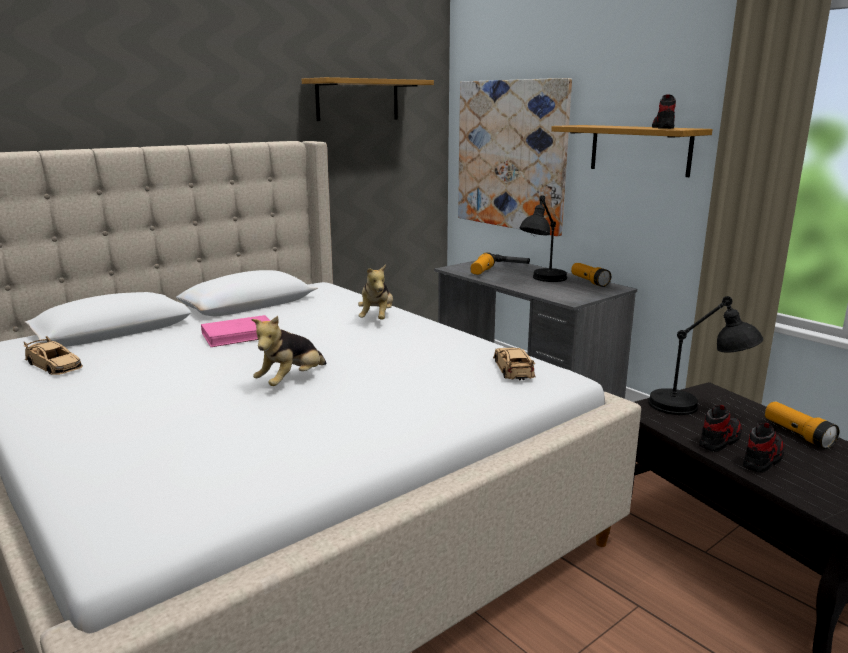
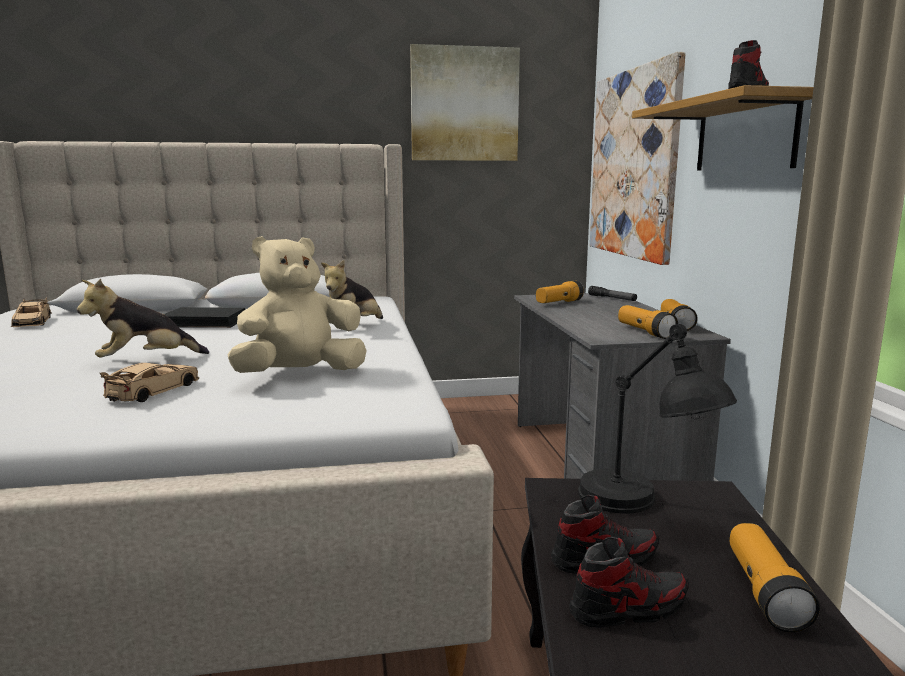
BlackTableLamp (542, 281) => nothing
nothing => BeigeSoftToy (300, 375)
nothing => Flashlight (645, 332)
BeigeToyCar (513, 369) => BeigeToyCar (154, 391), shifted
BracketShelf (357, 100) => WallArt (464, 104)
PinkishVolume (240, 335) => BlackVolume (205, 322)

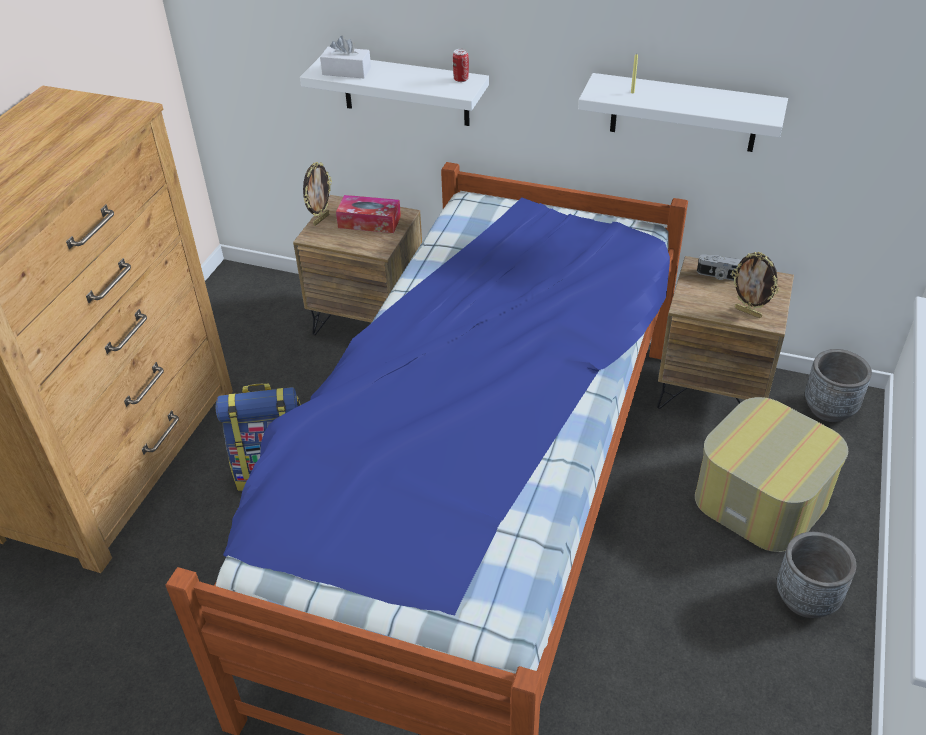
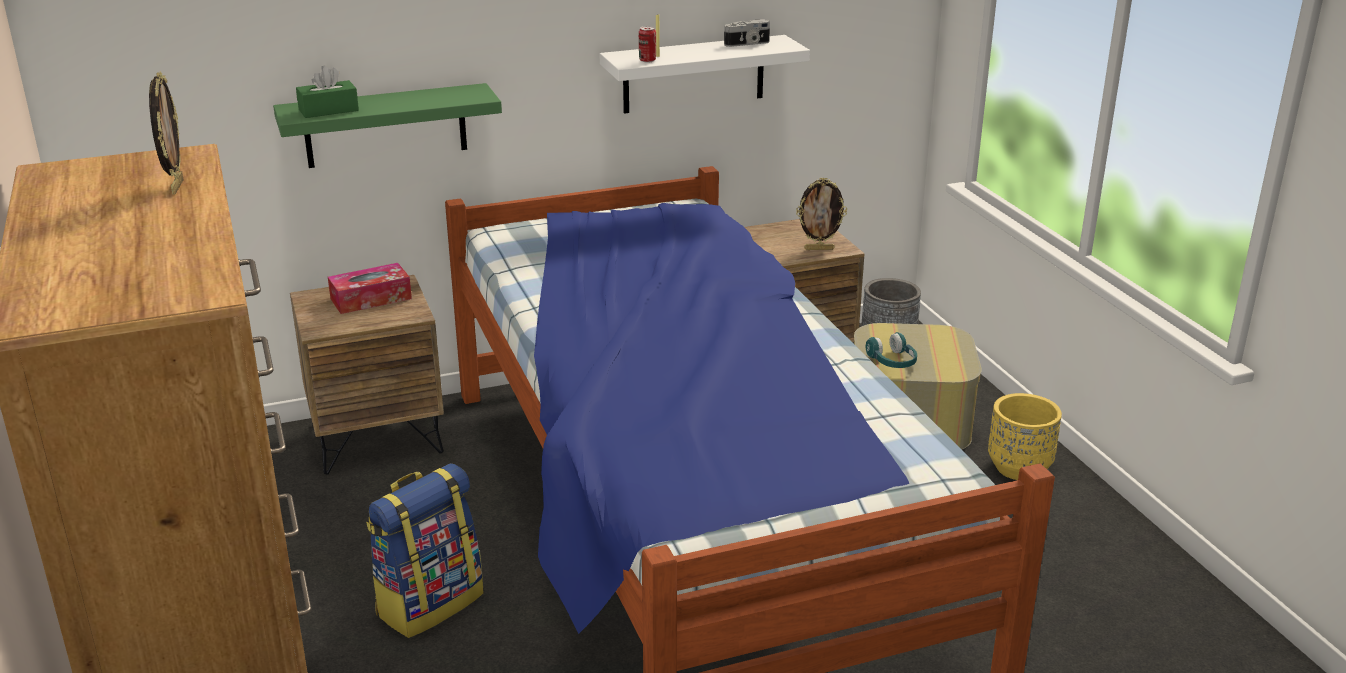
nothing => TurquoiseColouredHeadset (892, 362)
PhotoFrame (321, 219) => PhotoFrame (176, 187), shifted
MetalCan (461, 79) => MetalCan (647, 60), shifted
PhotoCamera (717, 276) => PhotoCamera (747, 44), shifted
WhitishBracketShelf (405, 90) => GreenBracketShelf (385, 126)
WhitishTissueHolder (346, 71) => GreenTissueHolder (328, 110)
GreyFlowerPot (805, 599) => YellowishFlowerPot (1018, 468)

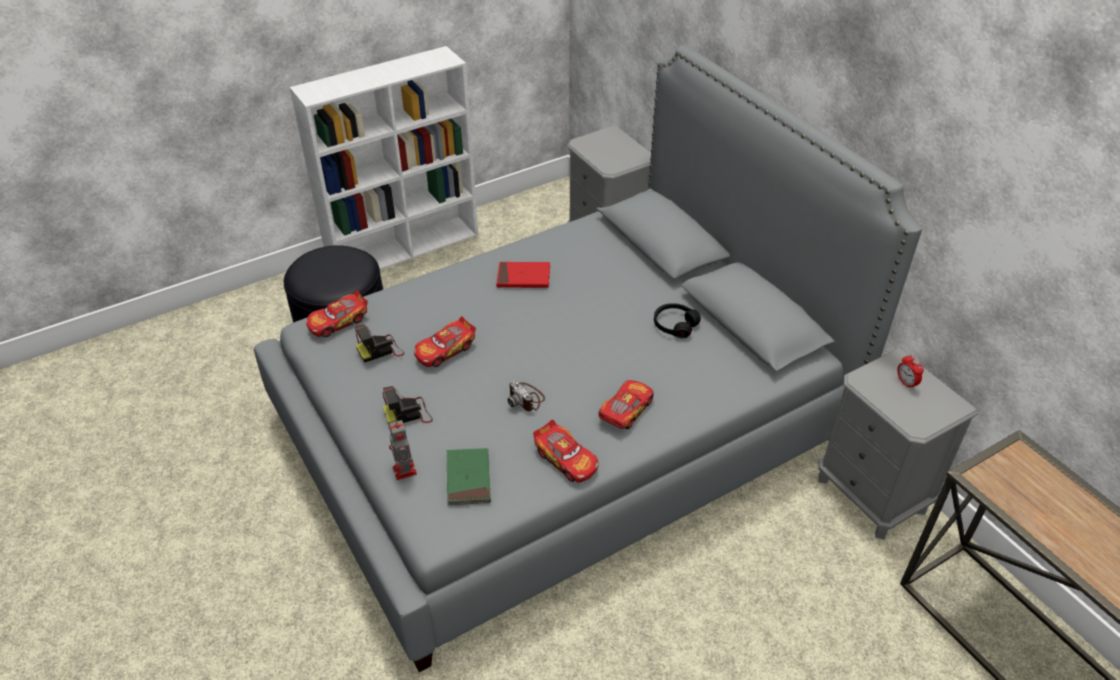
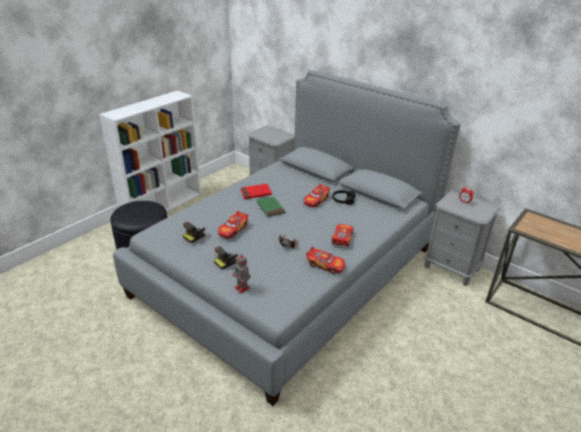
ToyCar (338, 321) => ToyCar (316, 200), shifted
GreenVolume (468, 479) => GreenVolume (270, 208), shifted

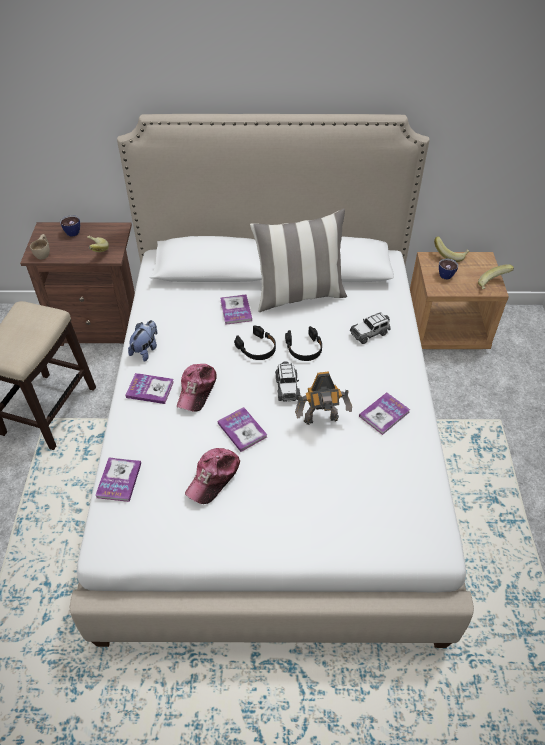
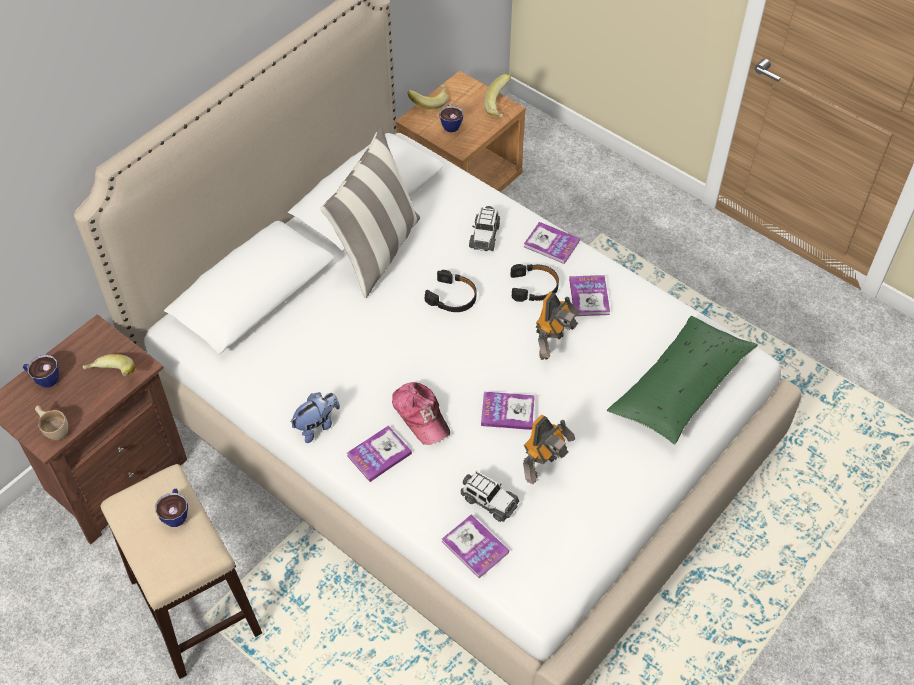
nothing => DrinkingCup (176, 513)
nothing => GreenPillow (680, 388)
Volume (236, 310) => Volume (551, 244), shifted
BlackHeadset (257, 348) => BlackHeadset (534, 287), shifted
ToyCar (287, 387) => ToyCar (489, 501), shifted
BaseballCap (214, 478) => ToyRobot (543, 468)
SoftToy (146, 350) => SoftToy (317, 425), 75 degrees clockwise

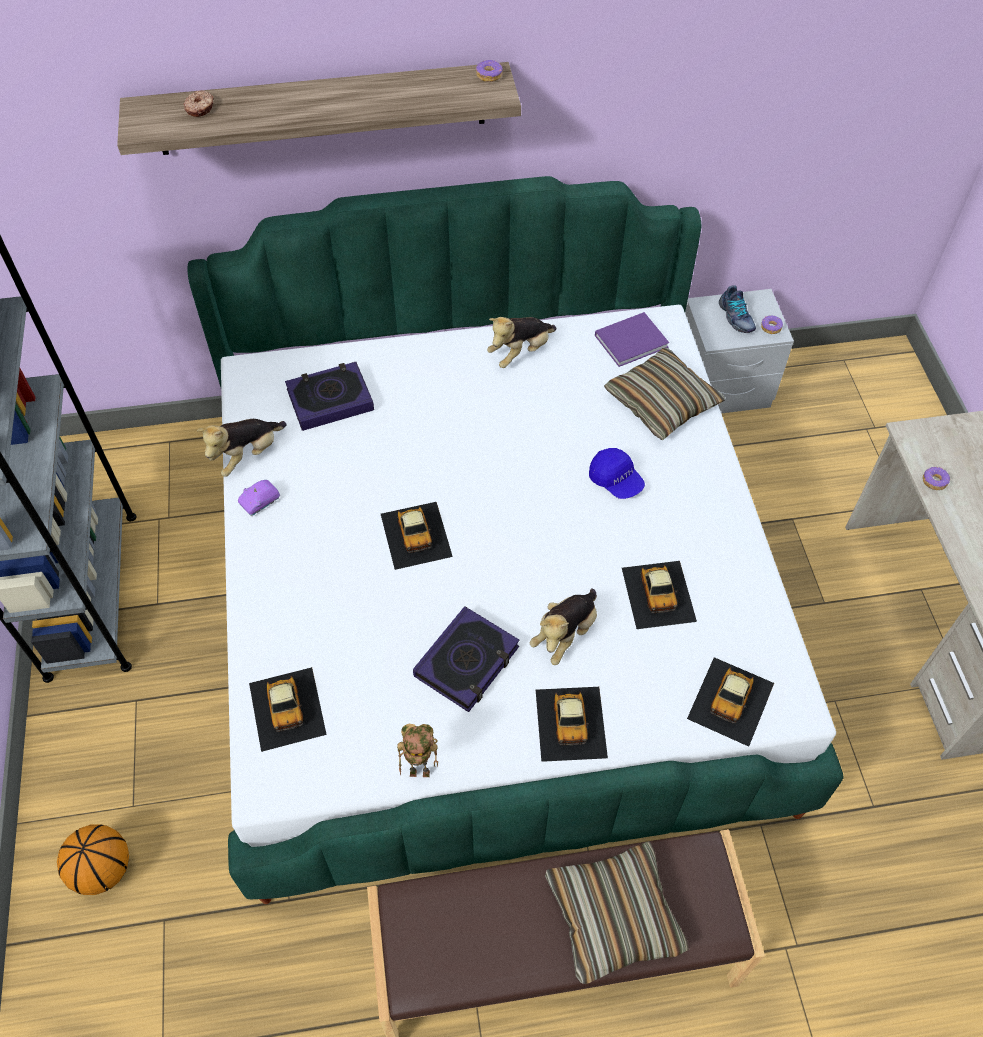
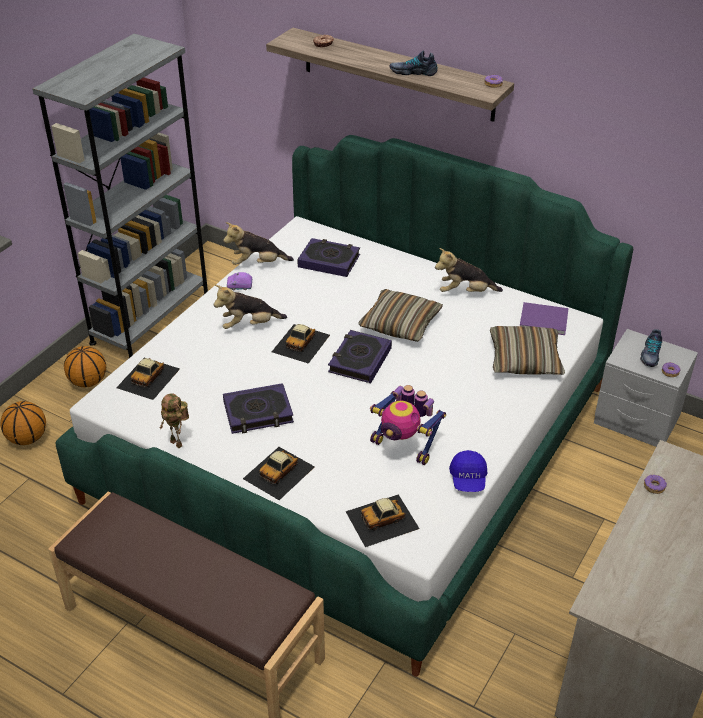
nothing => Basketball (88, 381)
nothing => Volume (359, 360)
nothing => LowShoe (413, 72)
SoftToy (565, 634) => SoftToy (249, 325), shifted
Pillow (614, 916) => Pillow (400, 323), shifted
BluishBaseballCap (616, 480) => BluishBaseballCap (468, 479), shifted
ToyCar (658, 593) => ToyRobot (404, 446)

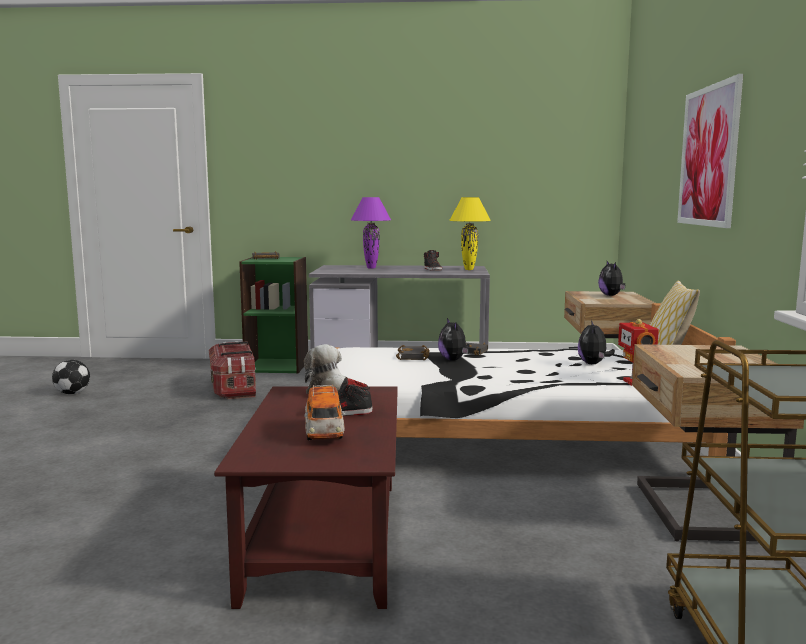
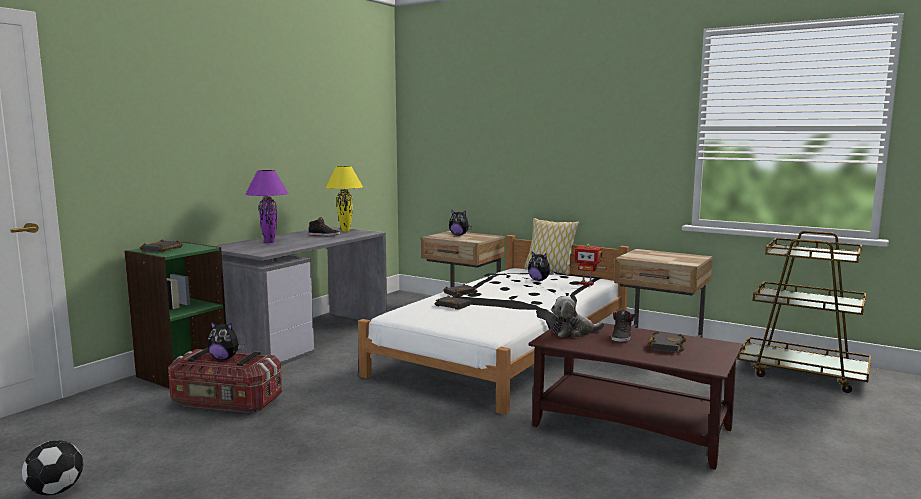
WallArt (708, 156) => nothing
SoftToy (453, 360) => SoftToy (225, 358), shifted
ToyCar (324, 433) => BlackVolume (664, 345)

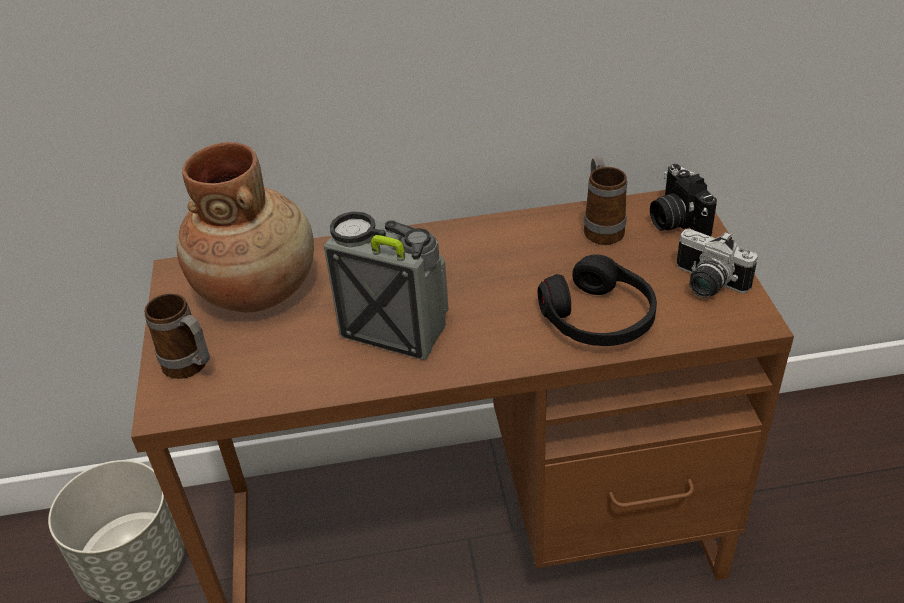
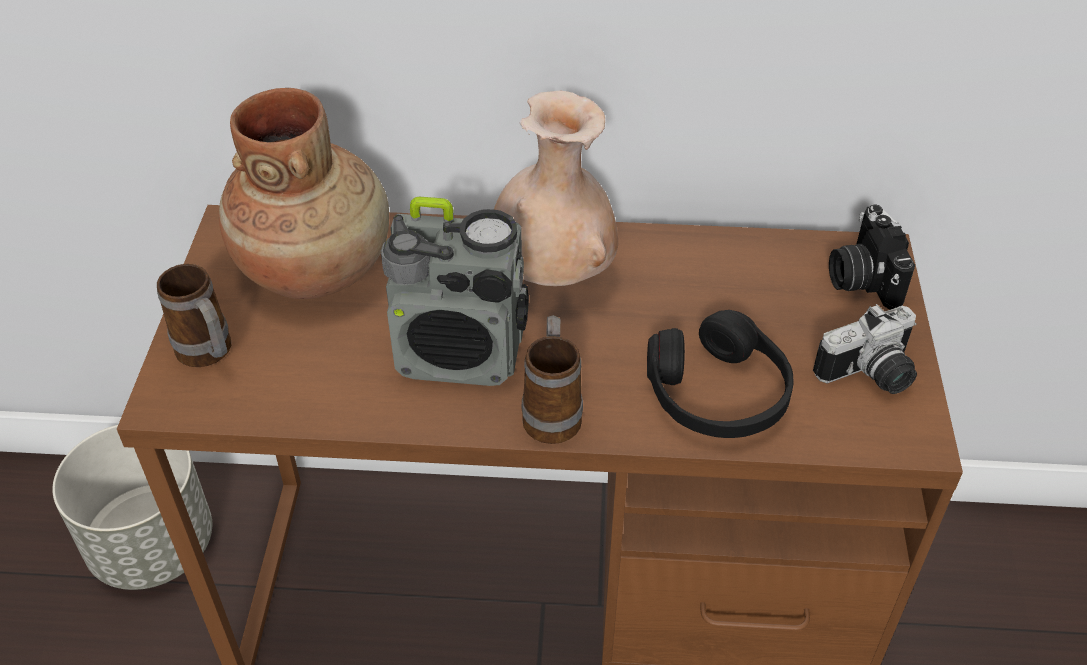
nothing => BeigeVase (554, 275)
CoffeeMug (601, 228) => CoffeeMug (552, 412), shifted
Radio (394, 329) => Radio (461, 355), 150 degrees clockwise
PhotoCamera (706, 284) => PhotoCamera (871, 376), 75 degrees counterclockwise

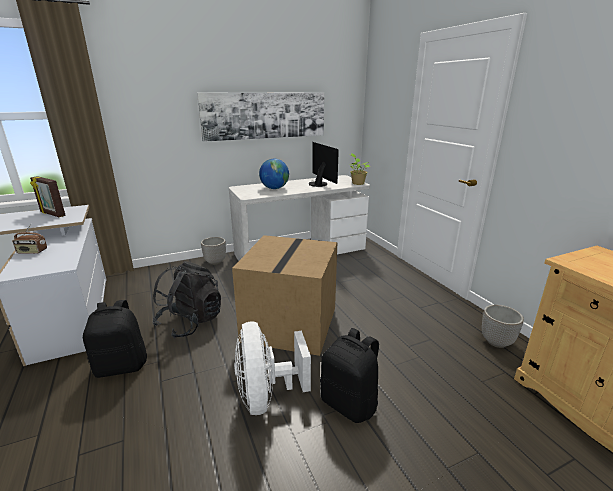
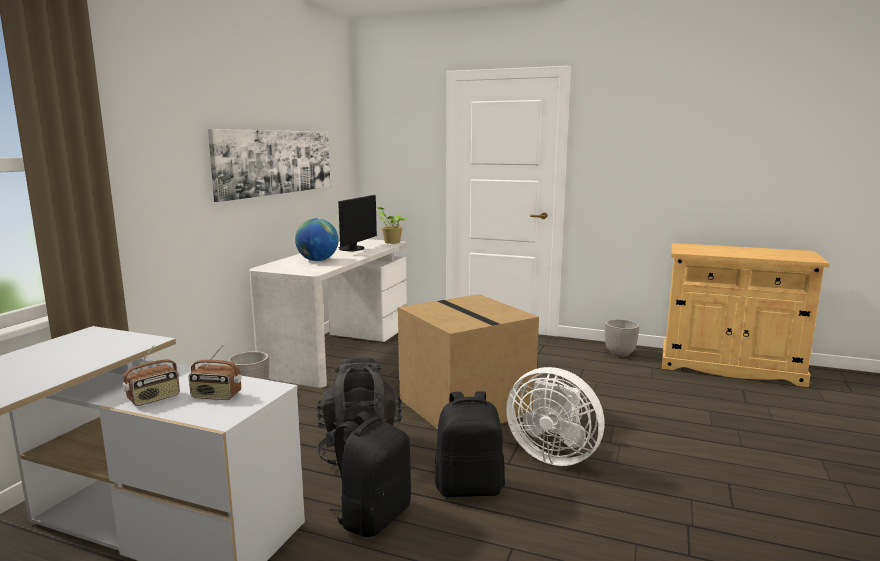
PhotoFrame (52, 214) => nothing
nothing => Radio (216, 396)
BlackBackpack (350, 403) => BlackBackpack (469, 487), shifted
Monitor (320, 184) => Monitor (354, 249), 90 degrees clockwise

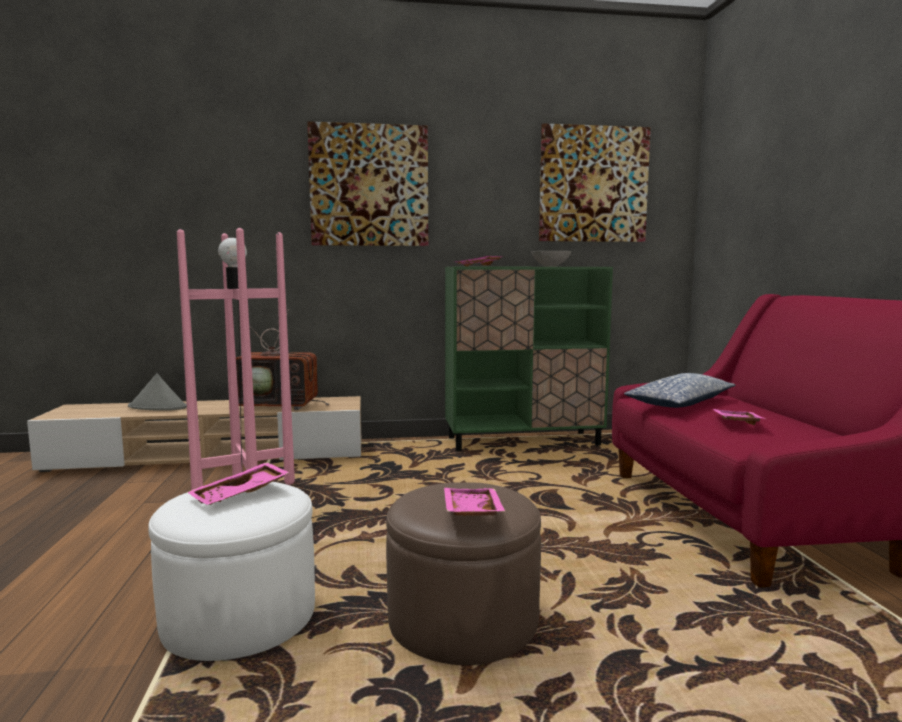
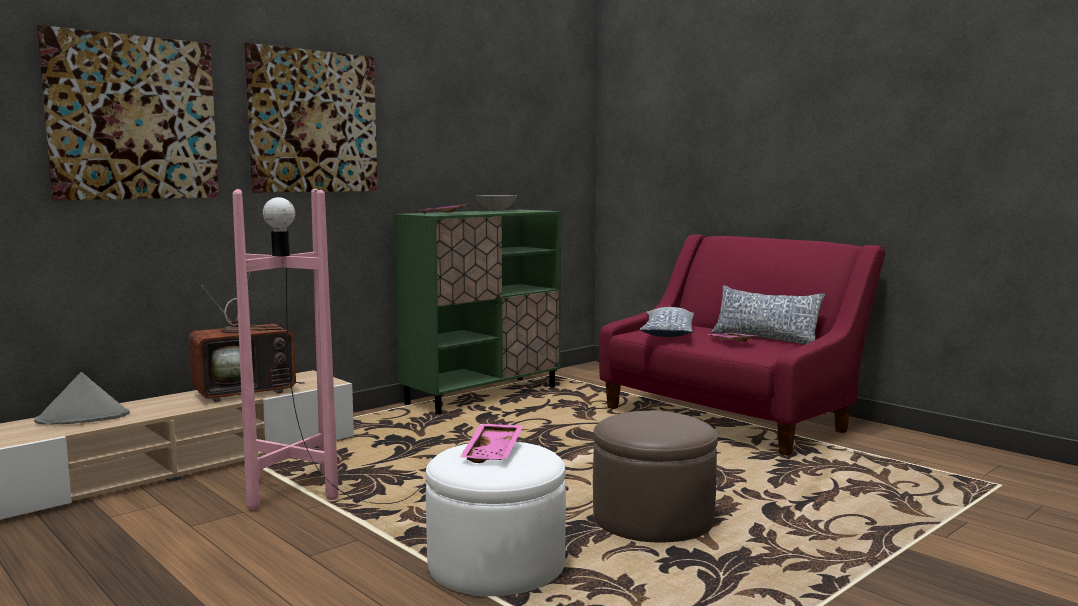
PinkishServingTray (470, 512) => nothing
nothing => Pillow (765, 338)
WallArt (593, 184) => WallArt (133, 118), shifted

